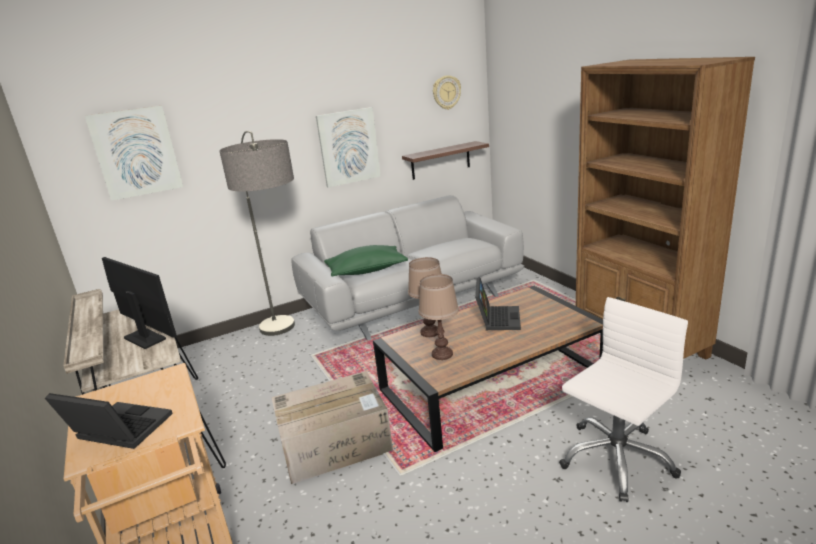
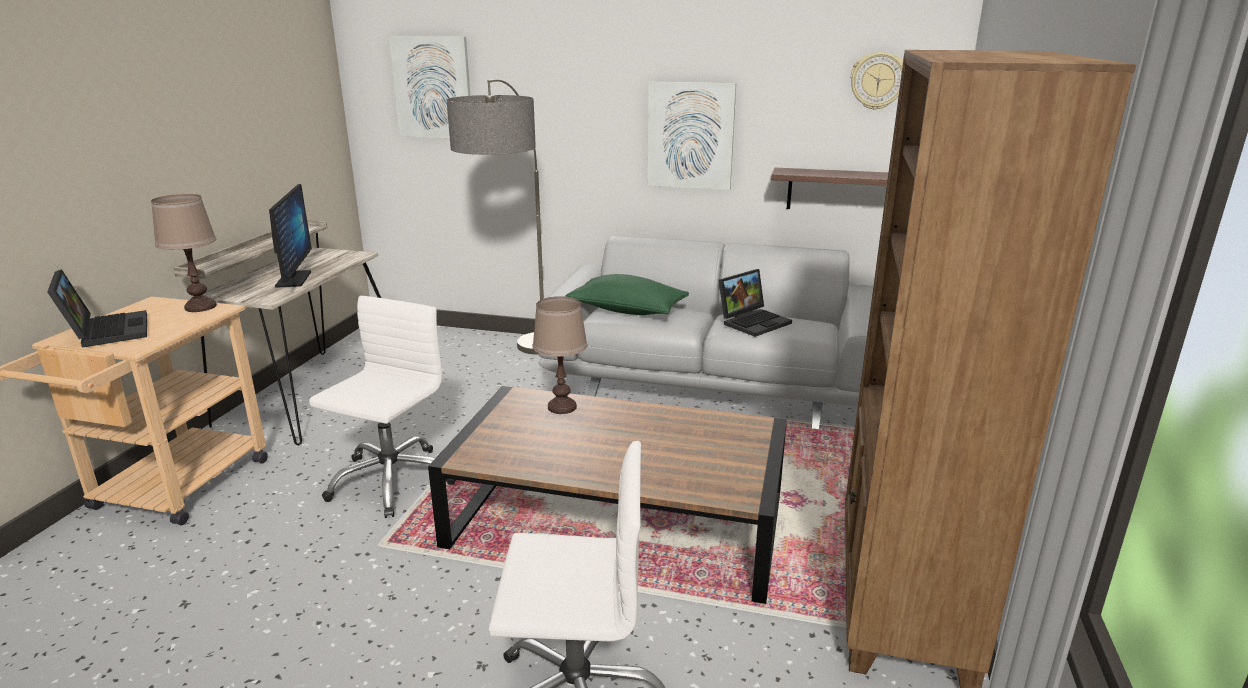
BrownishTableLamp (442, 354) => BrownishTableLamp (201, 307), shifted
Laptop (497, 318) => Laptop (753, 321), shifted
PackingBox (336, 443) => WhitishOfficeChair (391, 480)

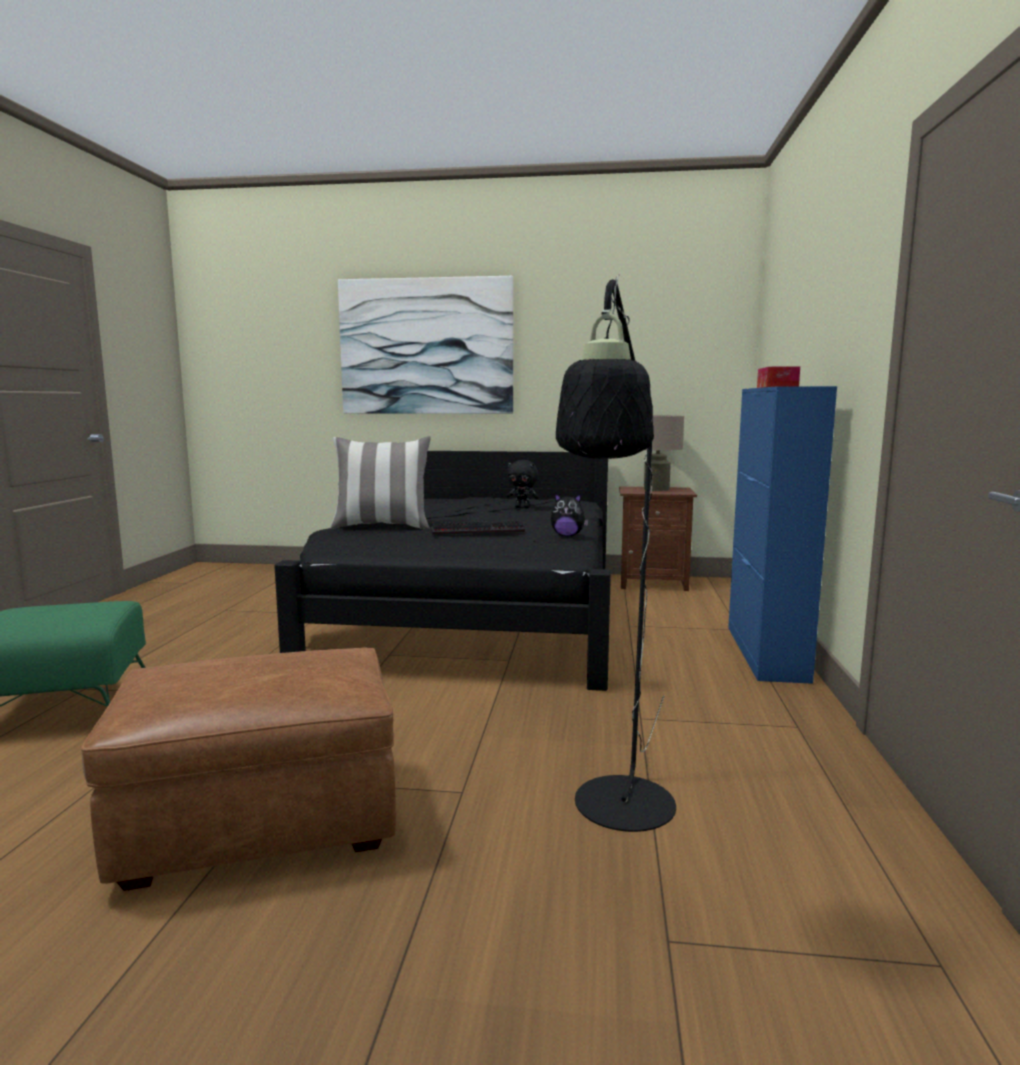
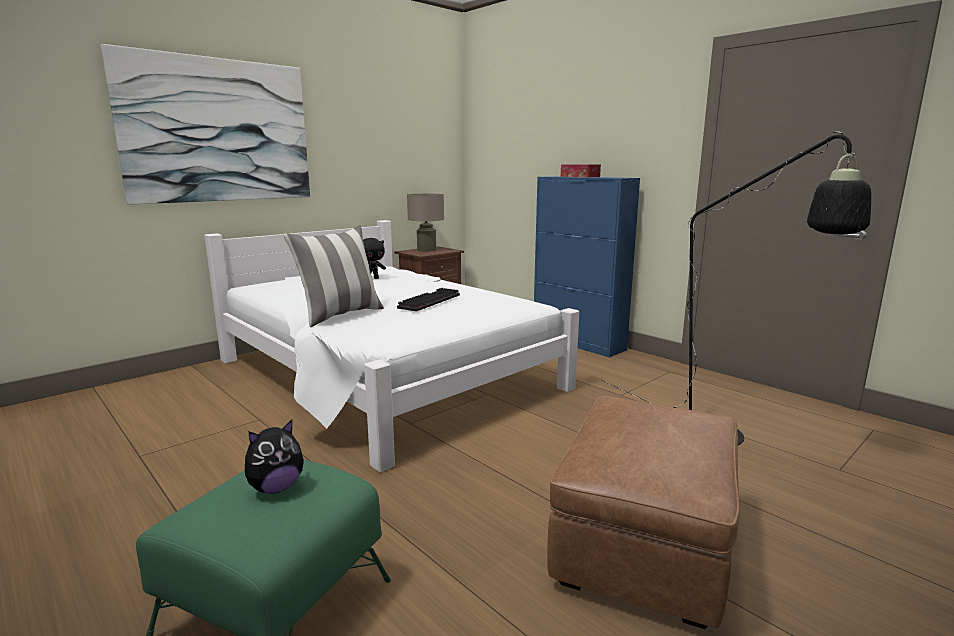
SoftToy (567, 536) => SoftToy (276, 488), shifted
BlackBed (476, 615) => WhitishBed (386, 375)

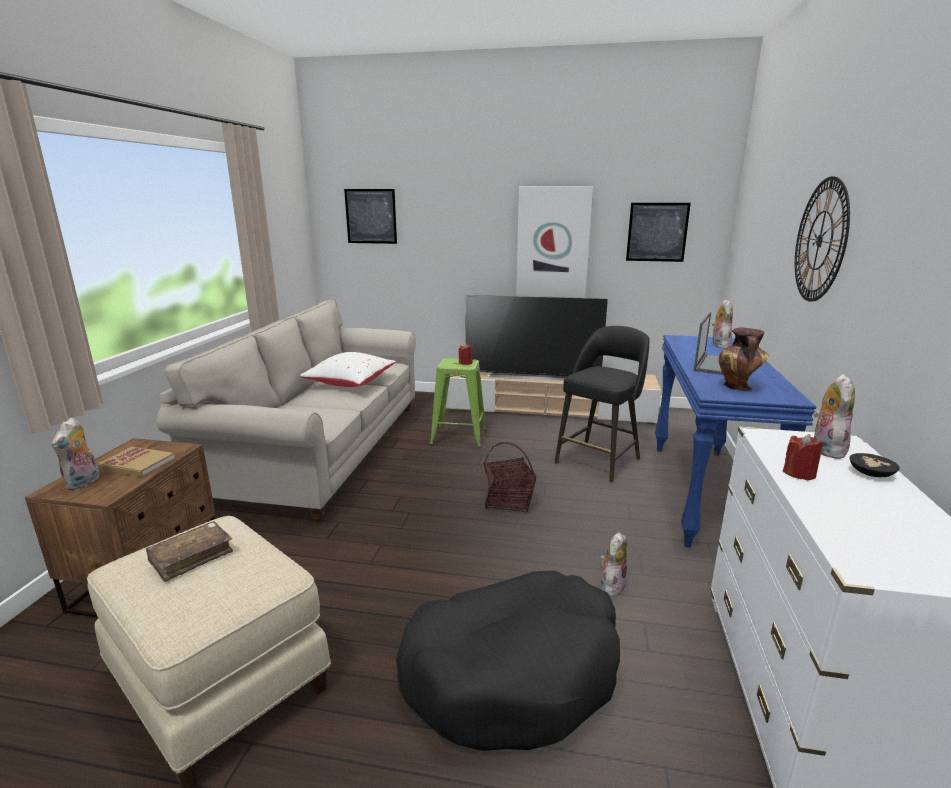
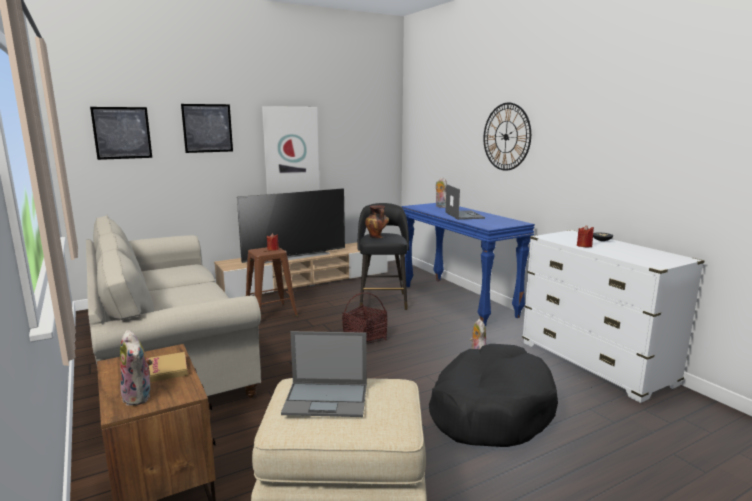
WhitishPillow (350, 383) => nothing
SoftToy (825, 449) => nothing
WallArt (657, 232) => WallArt (207, 128), shifted
Vase (738, 387) => Vase (377, 237), shifted
BrownishVolume (191, 557) => Laptop (327, 399)
GreenStool (459, 437) => BrownishStool (271, 314)

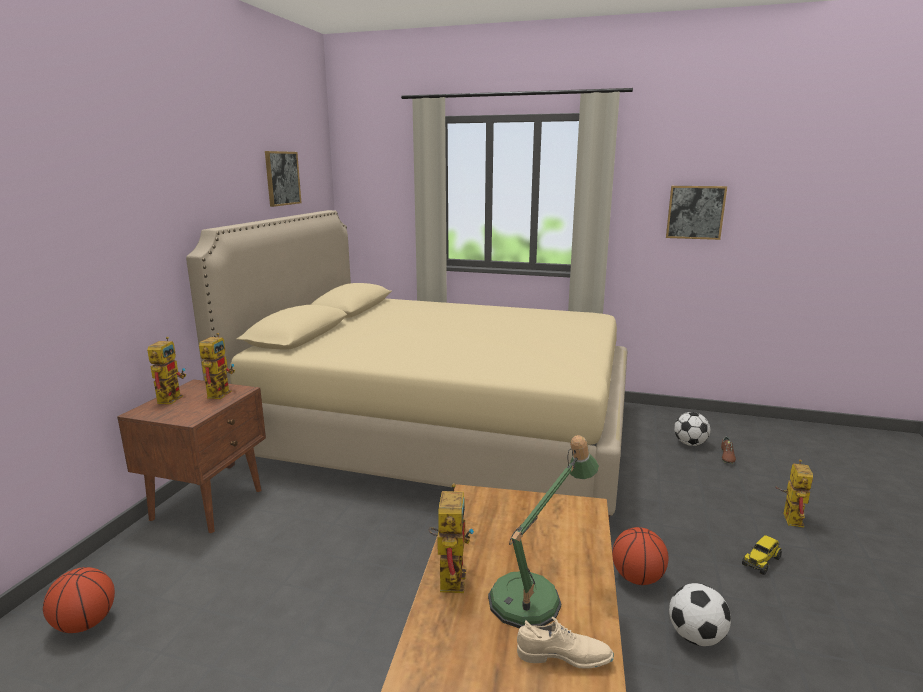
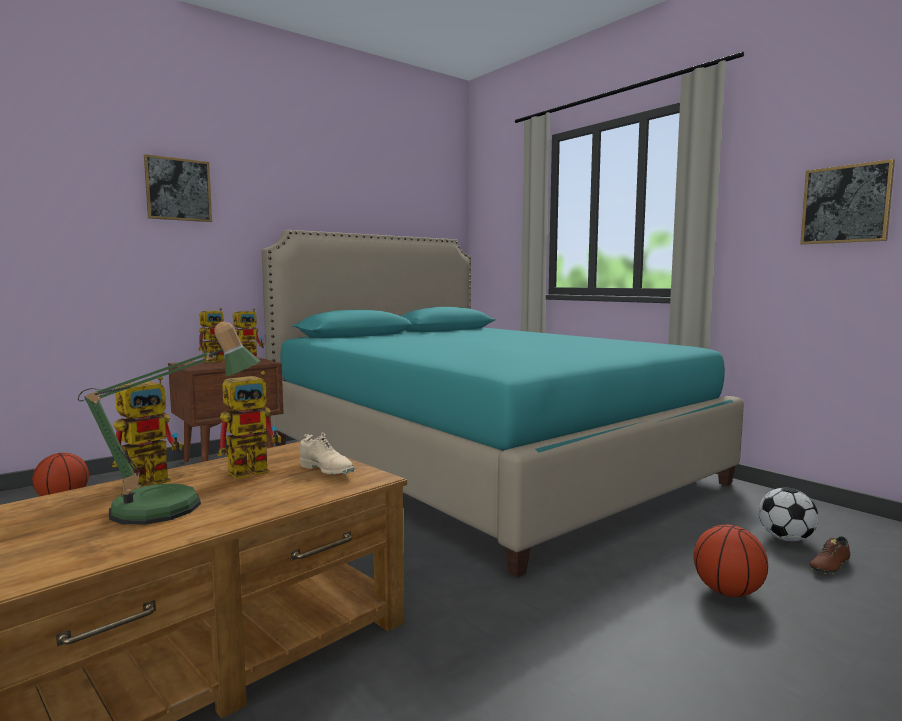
Football (696, 637) => nothing
ToyLorry (761, 561) => nothing
WallArt (282, 178) => WallArt (178, 189), shifted
BeigeLowShoe (564, 657) => BeigeLowShoe (327, 471), shifted
Basketball (637, 578) => Basketball (728, 592), shifted
ToyRobot (789, 516) => ToyRobot (256, 469), shifted
BeigeBed (441, 433) => TurquoiseColouredBed (478, 463)

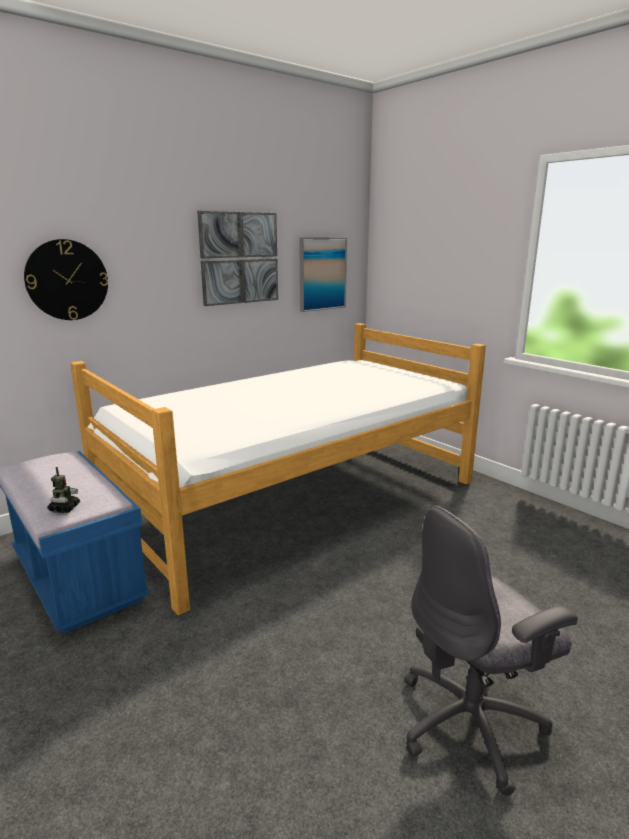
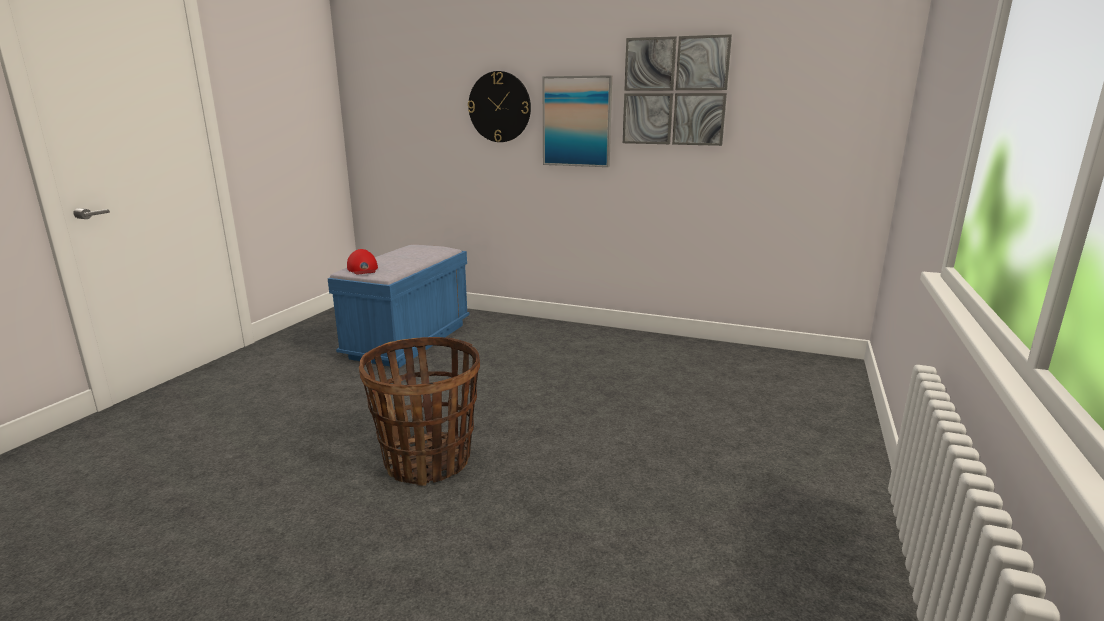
Bed (296, 499) => nothing
GreyOfficeChair (472, 723) => nothing
nothing => Basket (428, 461)
WallArt (322, 274) => WallArt (577, 121), shifted
ToyRobot (64, 508) => RedBaseballCap (363, 269)

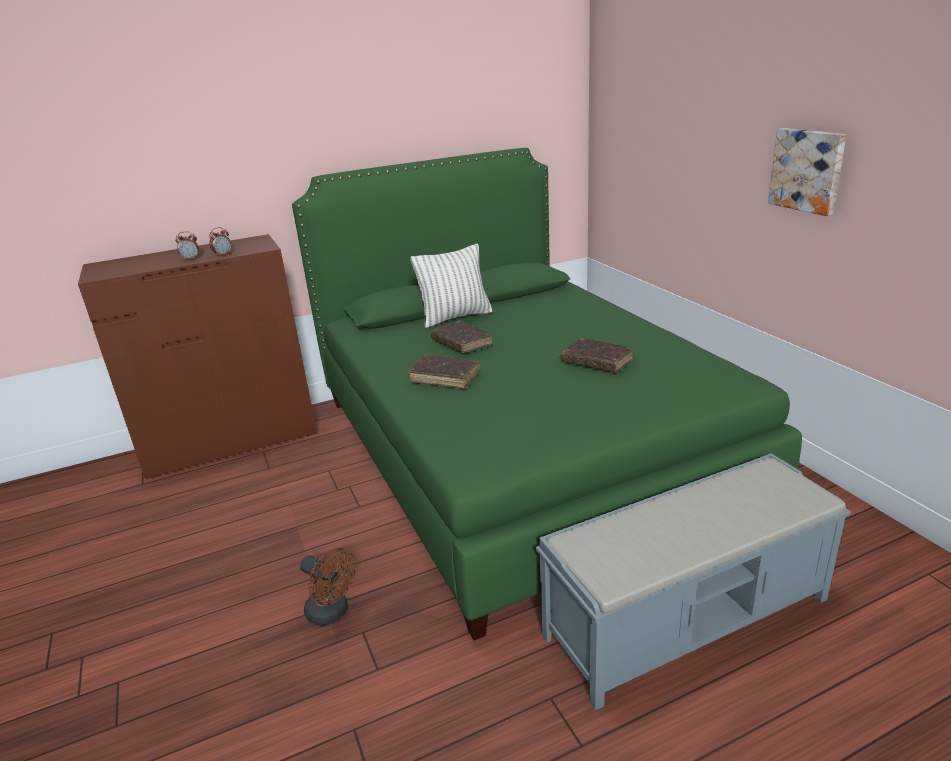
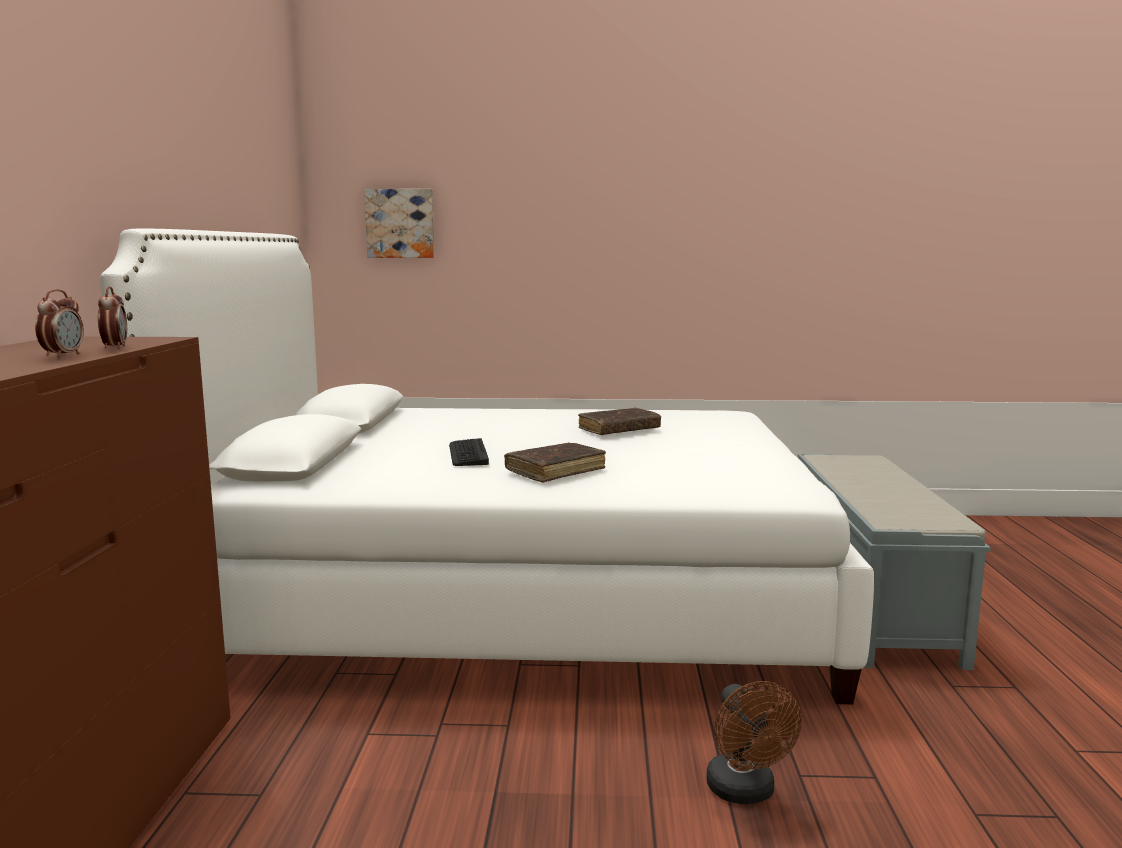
Pillow (455, 317) => nothing
WallArt (808, 170) => WallArt (400, 223), shifted
BrownishVolume (461, 343) => PcKeyboard (468, 454)
GreenBed (518, 450) => WhitishBed (517, 598)
BrownishFan (332, 613) => BrownishFan (745, 793), 105 degrees clockwise

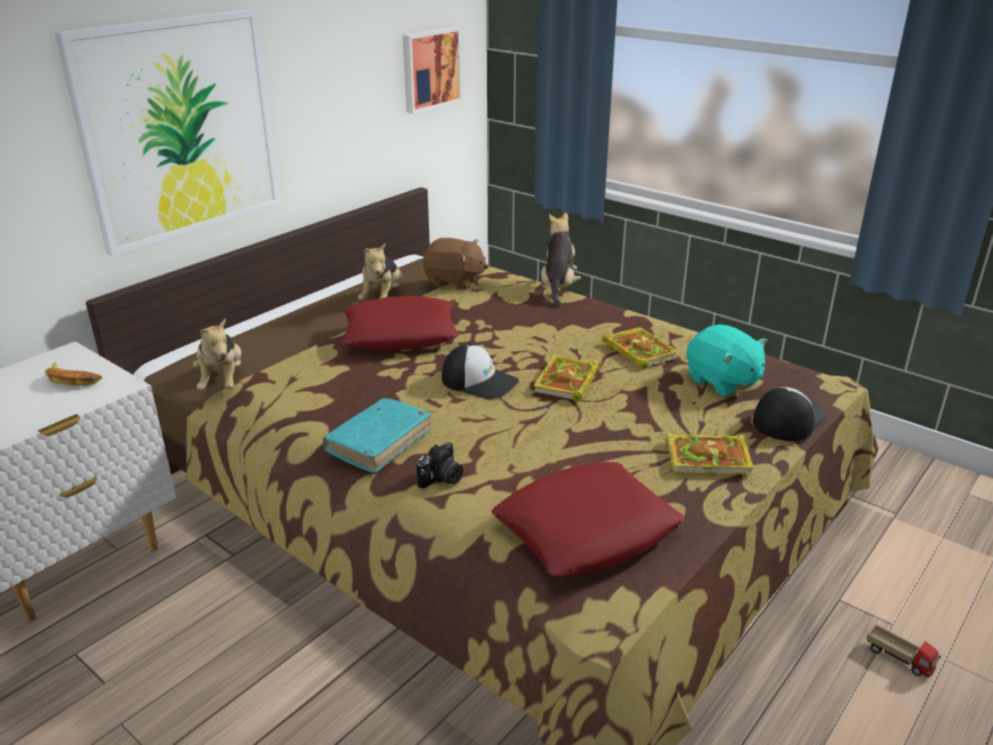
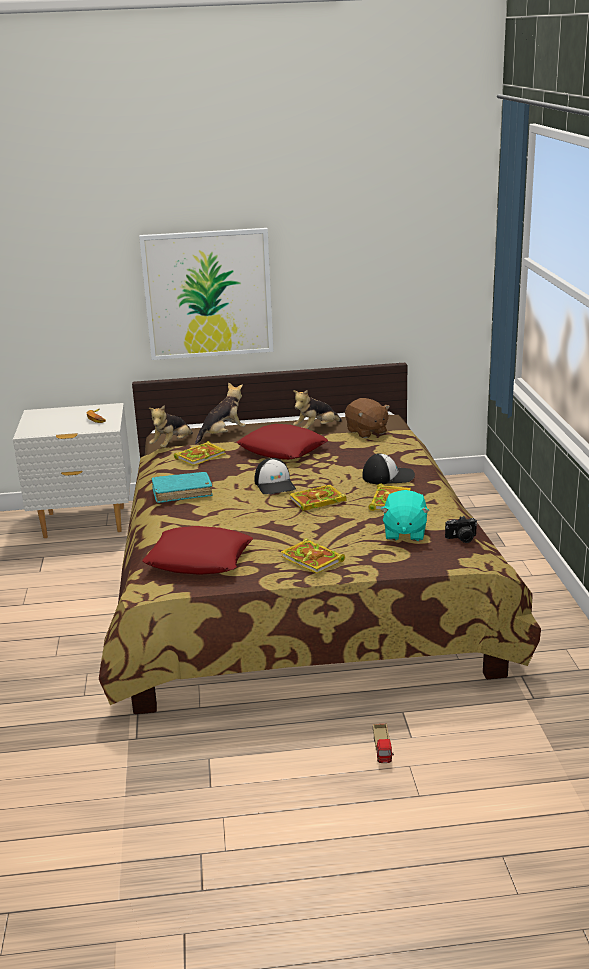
WallArt (430, 69) => nothing
nothing => Volume (201, 456)
PhotoCamera (442, 479) => PhotoCamera (462, 538), shifted
SoftToy (558, 287) => SoftToy (222, 435), shifted
BaseballCap (787, 419) => BaseballCap (388, 476), shifted

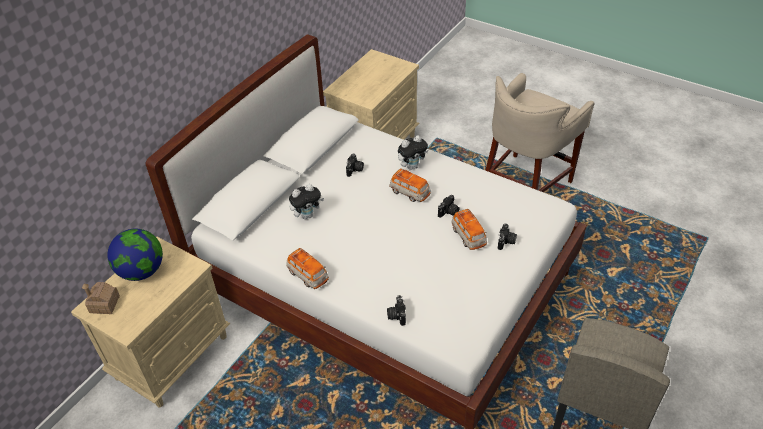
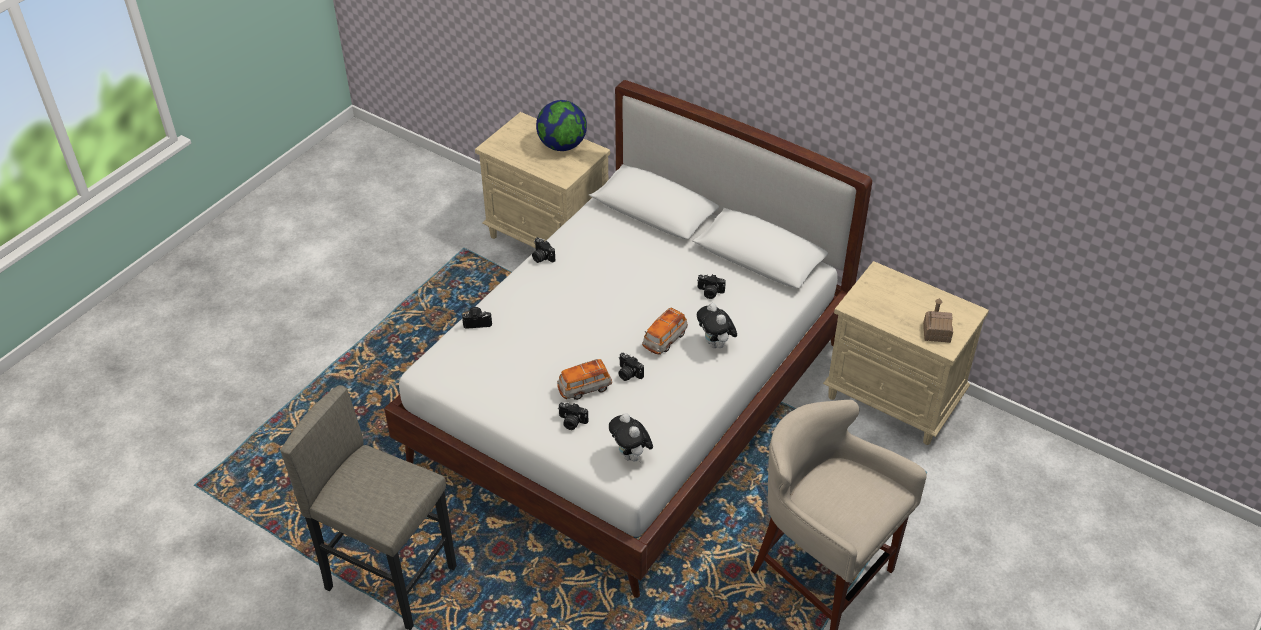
ToyHouse (104, 304) => ToyHouse (936, 332), shifted
SoftToy (307, 215) => SoftToy (631, 456), shifted
ToyCar (308, 276) => PhotoCamera (541, 257)

